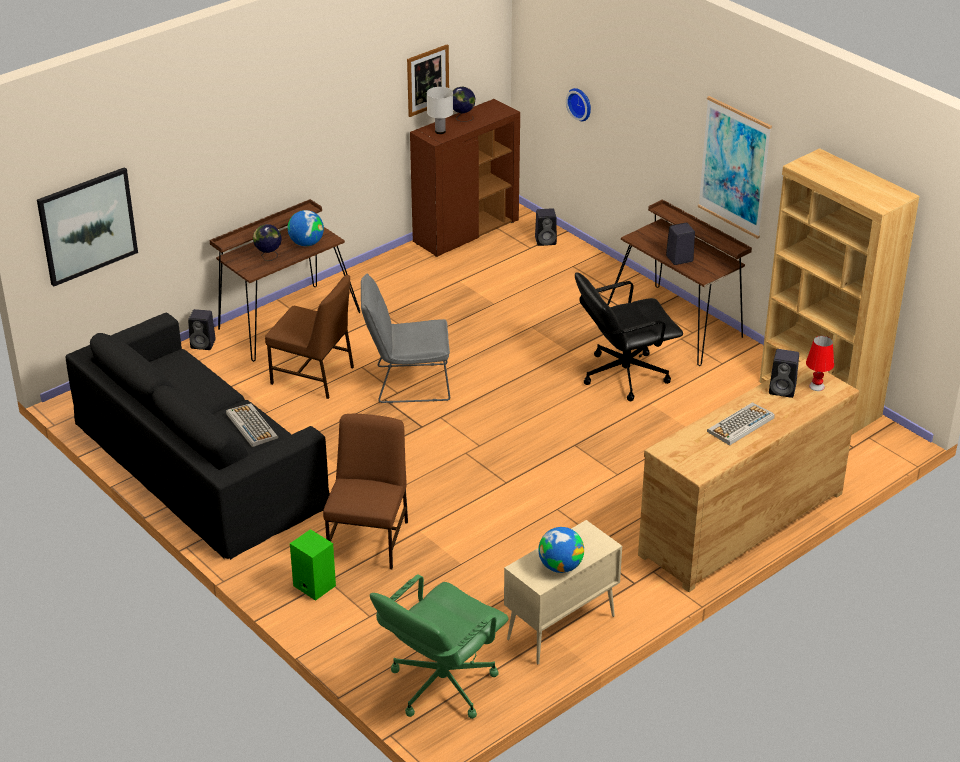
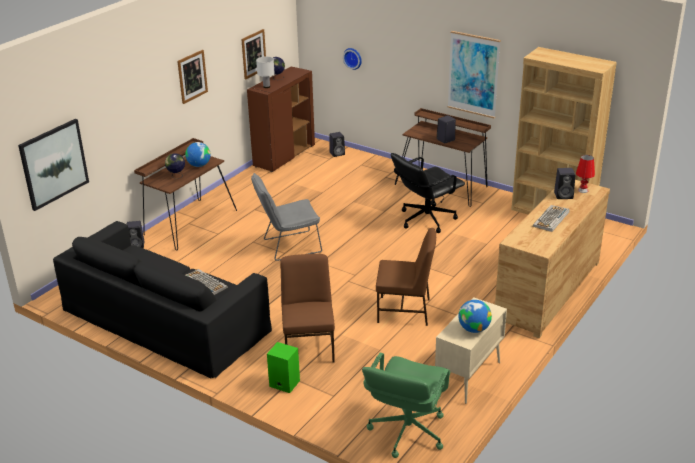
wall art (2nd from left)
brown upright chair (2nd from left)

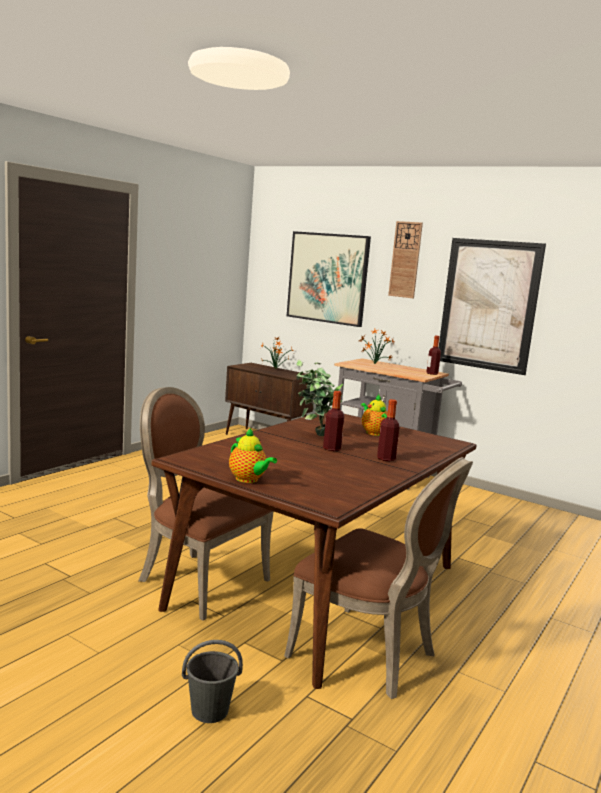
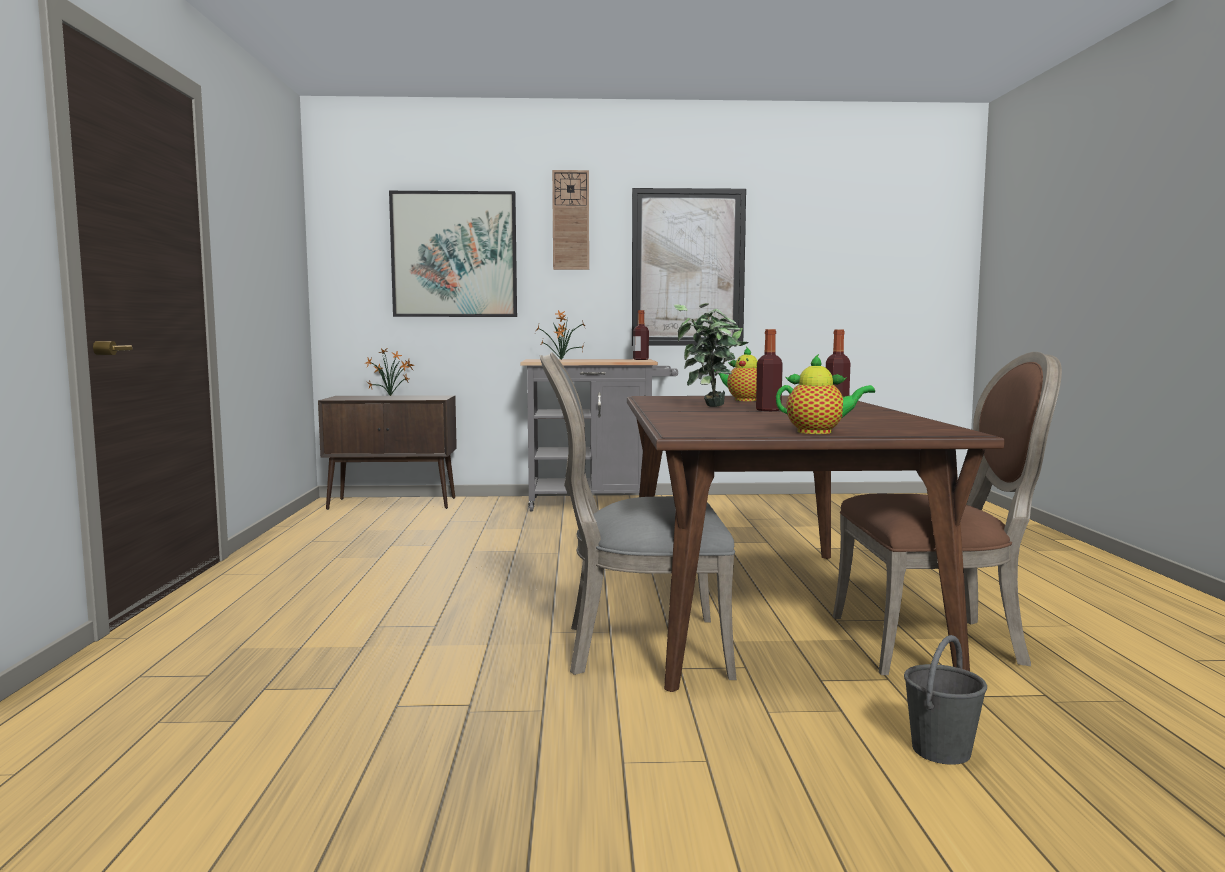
gray upright chair

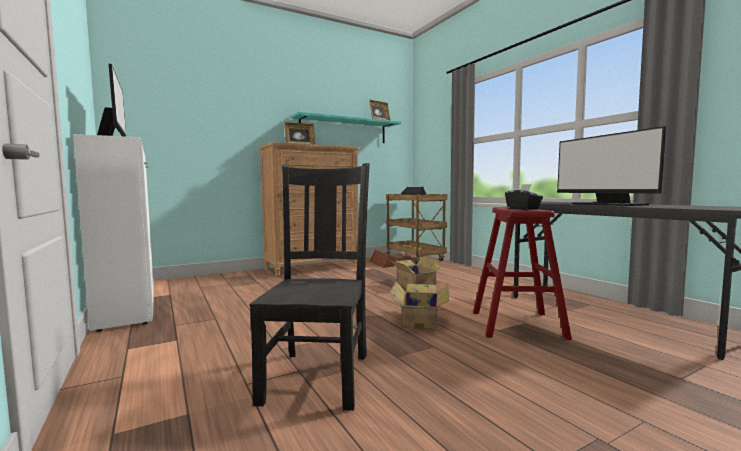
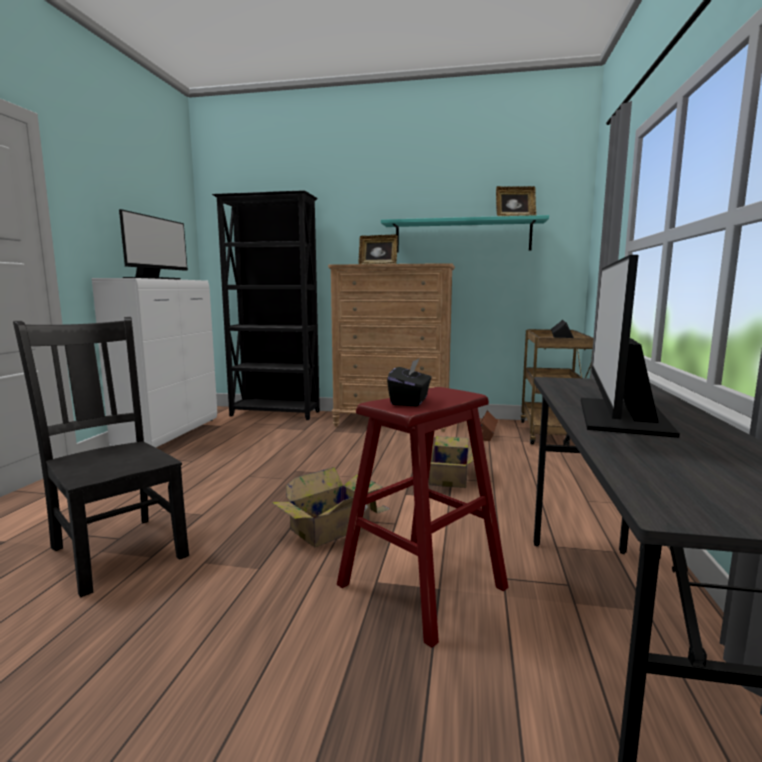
black-coloured bookcase
black-coloured upright chair

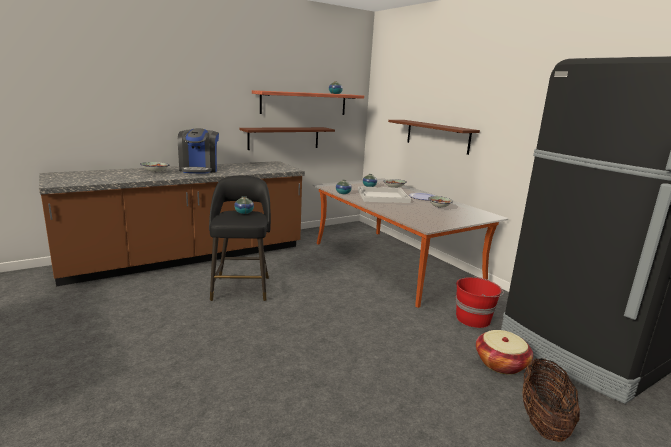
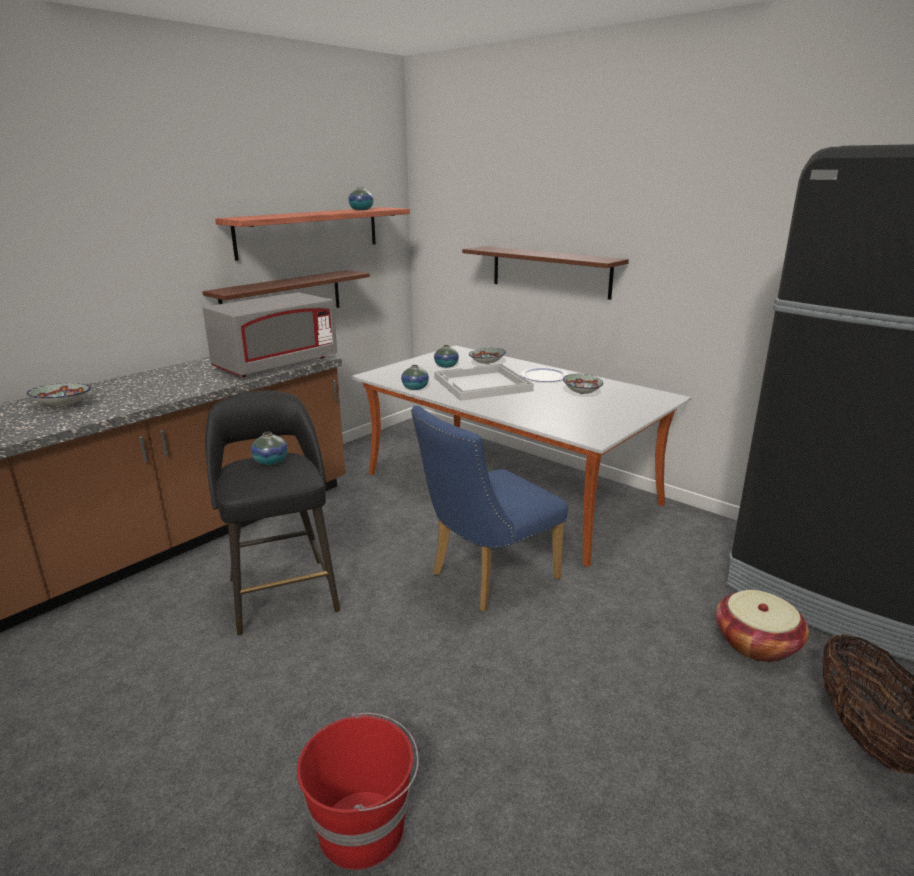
coffee machine
gray microwave
blue-coloured upright chair
red-coloured pail

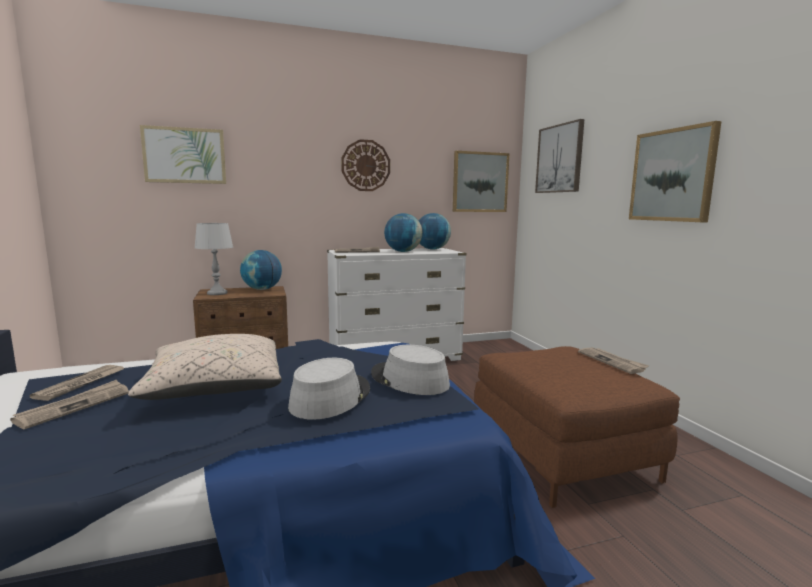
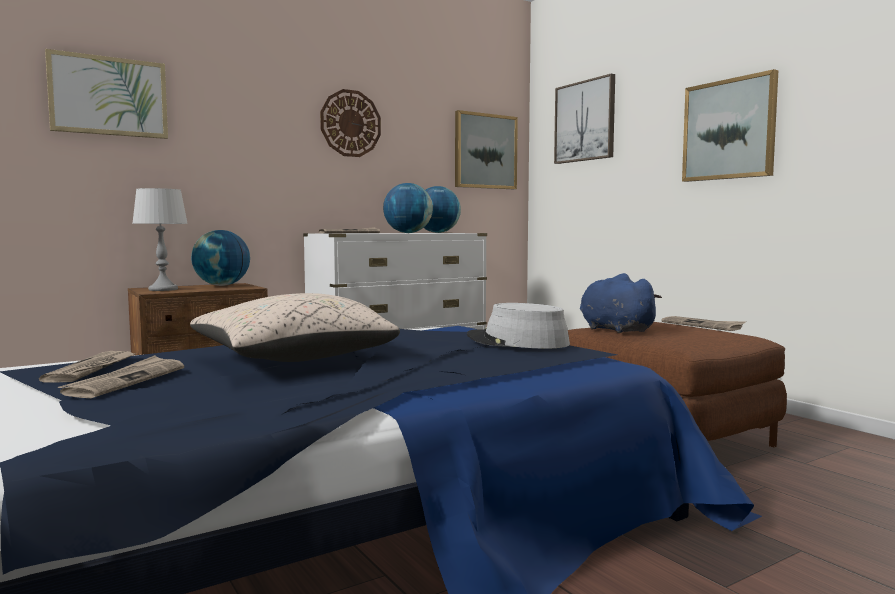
gray clothing hat (1st from left in the first image)
blue-coloured plush toy

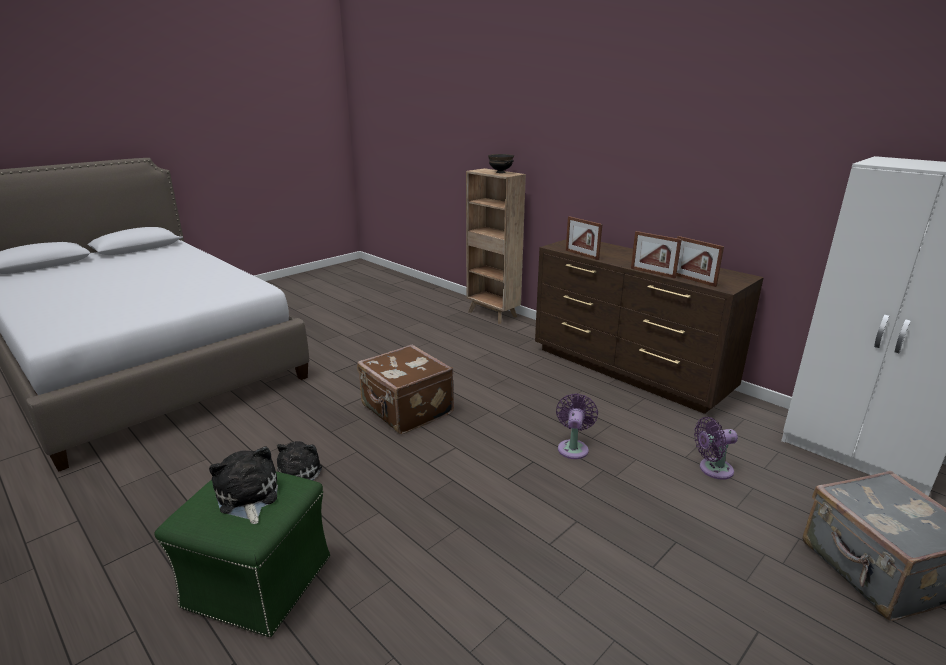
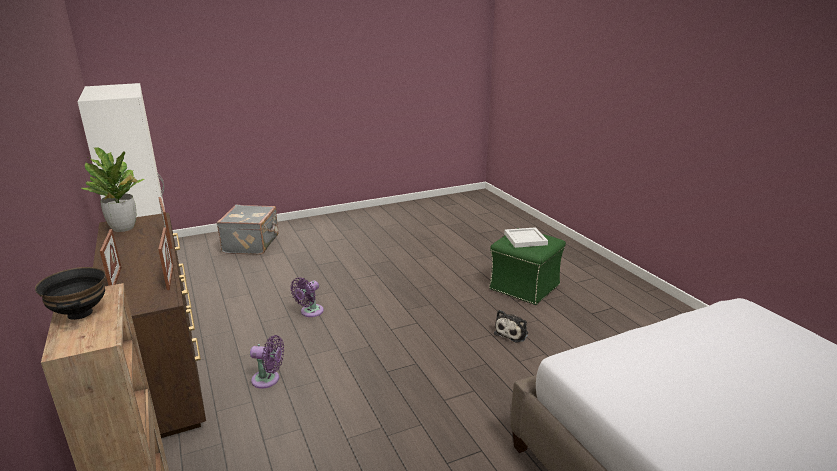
brown suitcase
plant in a pot
standing frame (1st from left)
purplish fan (1st from left)
white-coloured carrying tray

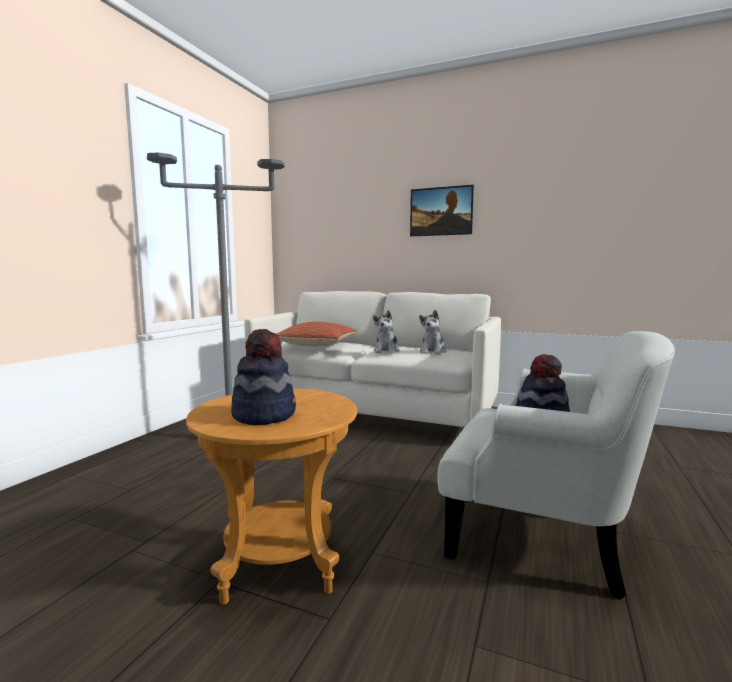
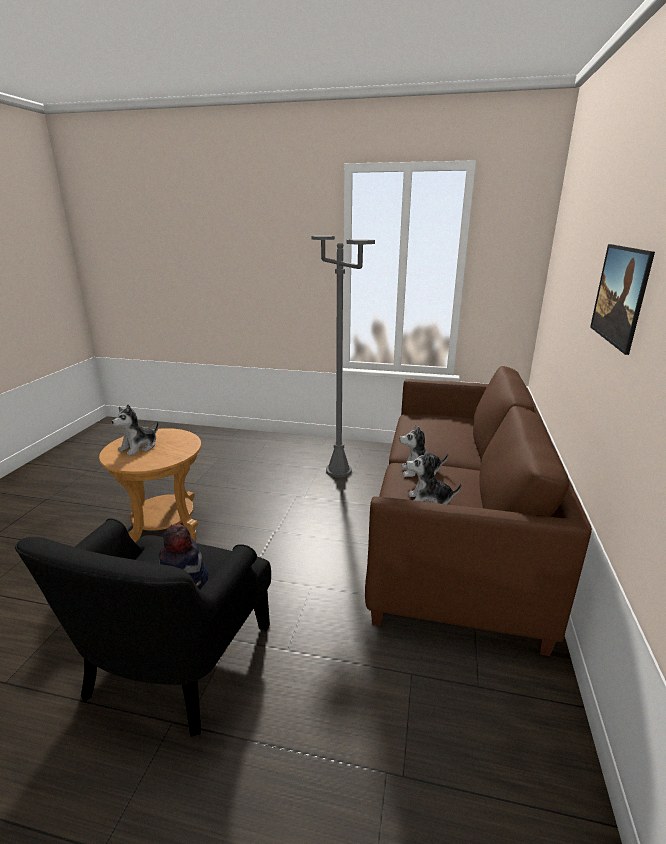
throw pillow
plush toy (1st from left)
brown settee
black-coloured lounge chair

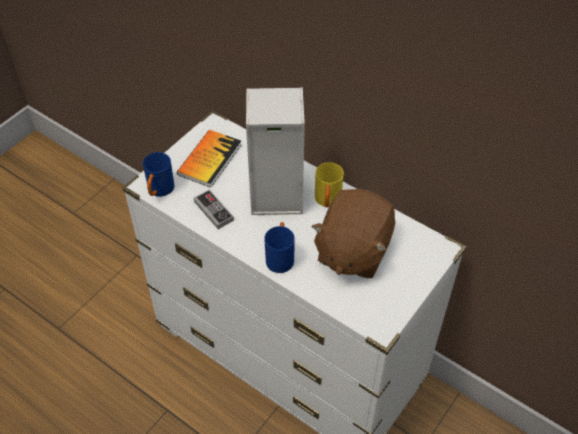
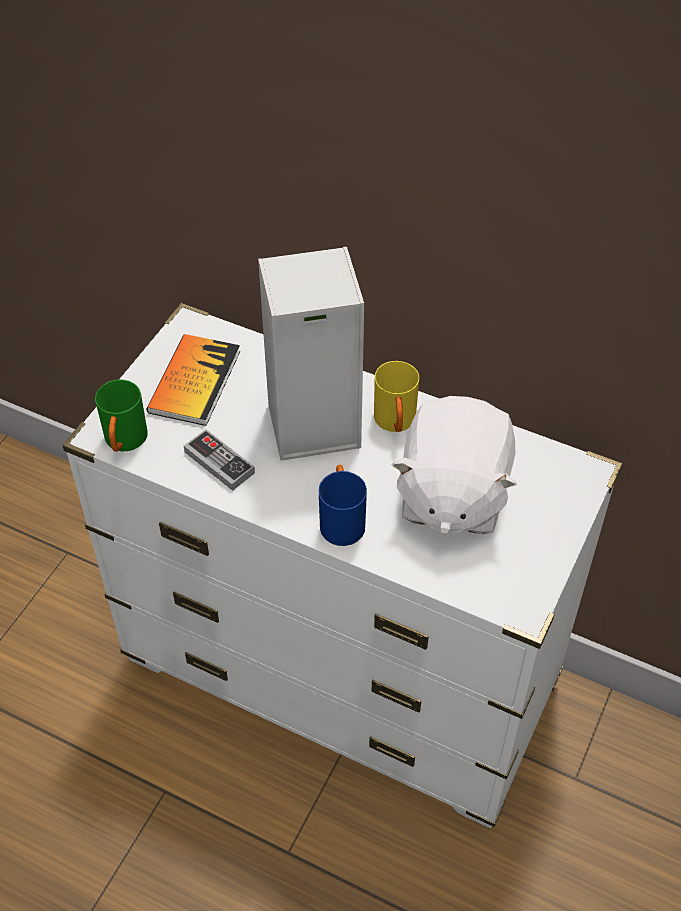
green tea mug
white-coloured plush toy

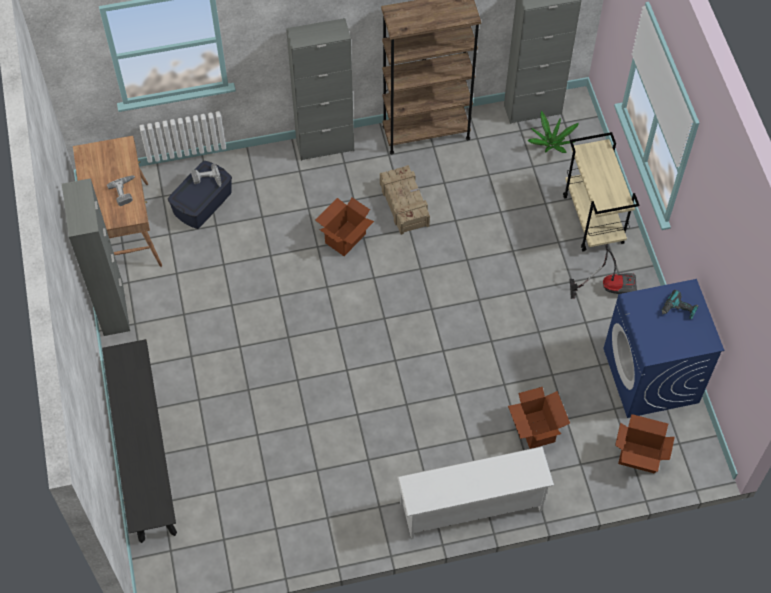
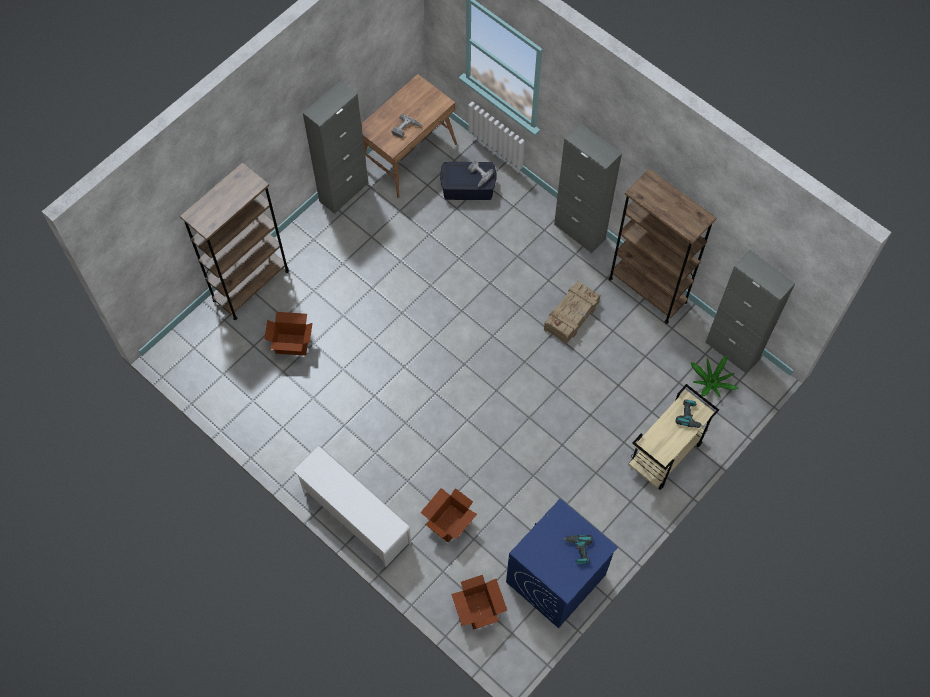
hoover
electric drill (4th from left)
carton (1st from left)
brown bookcase (1st from left)

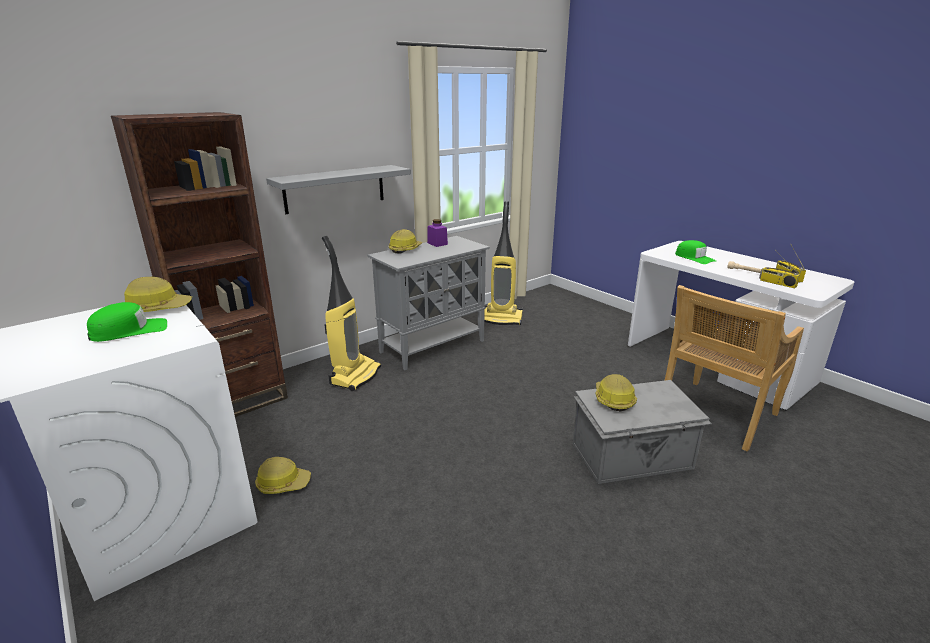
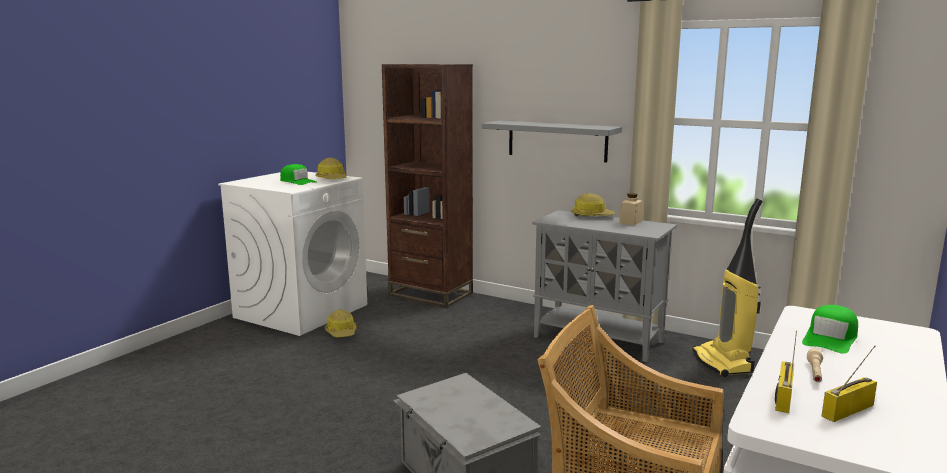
hoover (1st from left in the first image)
work helmet (4th from left in the first image)
beige-coloured storage jar

